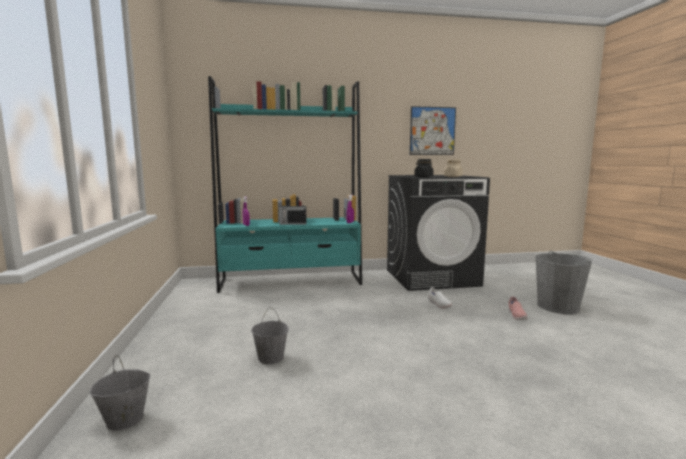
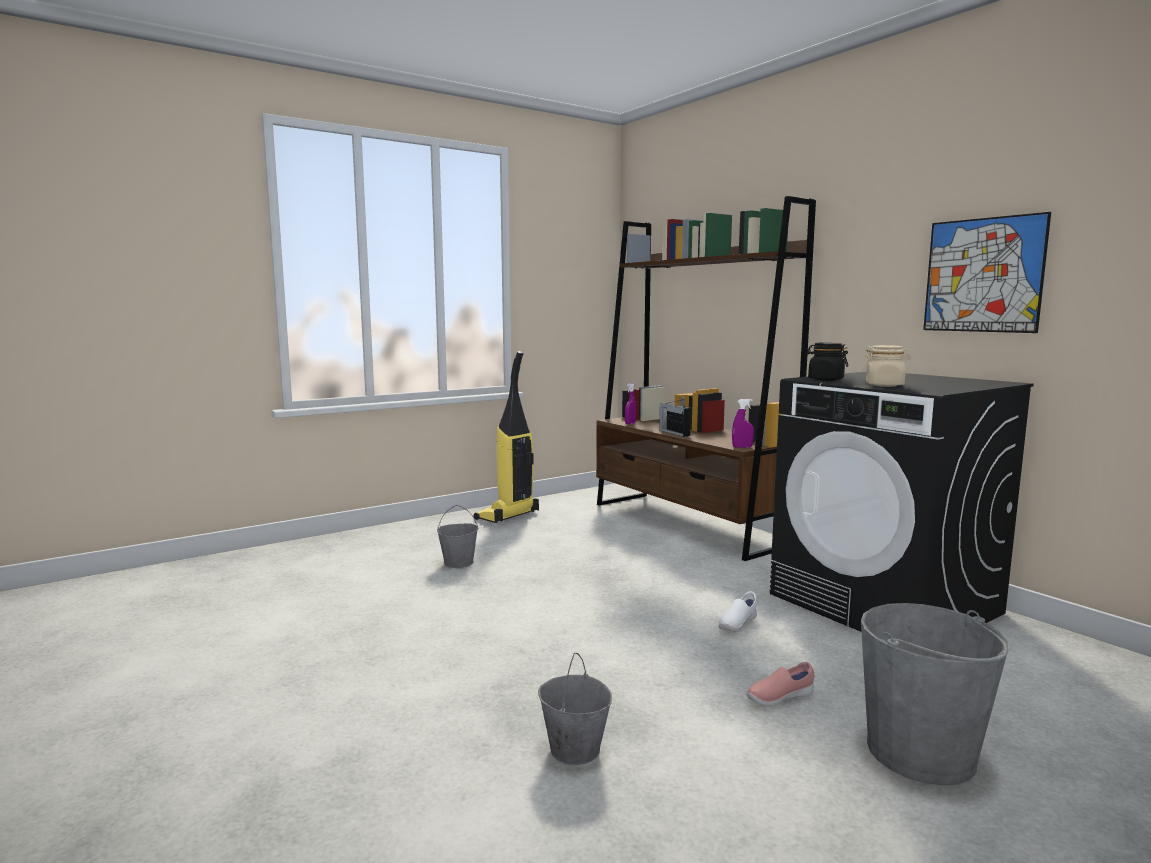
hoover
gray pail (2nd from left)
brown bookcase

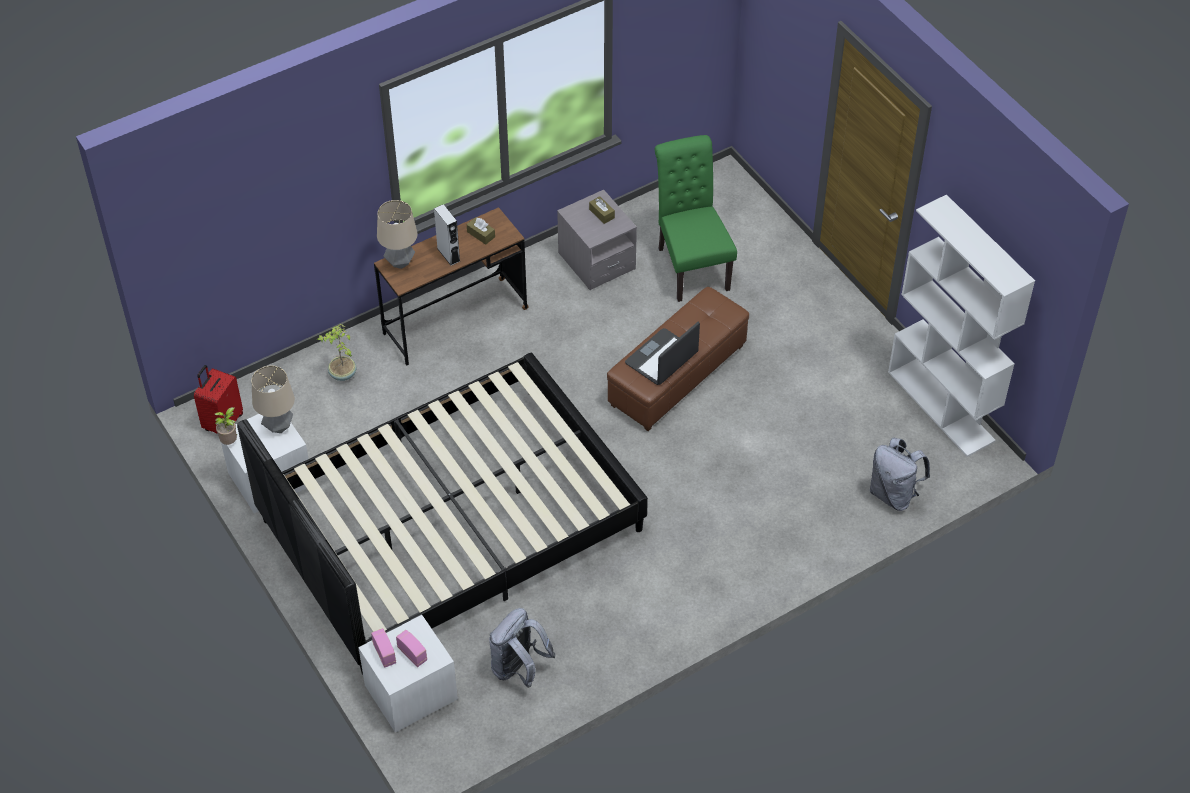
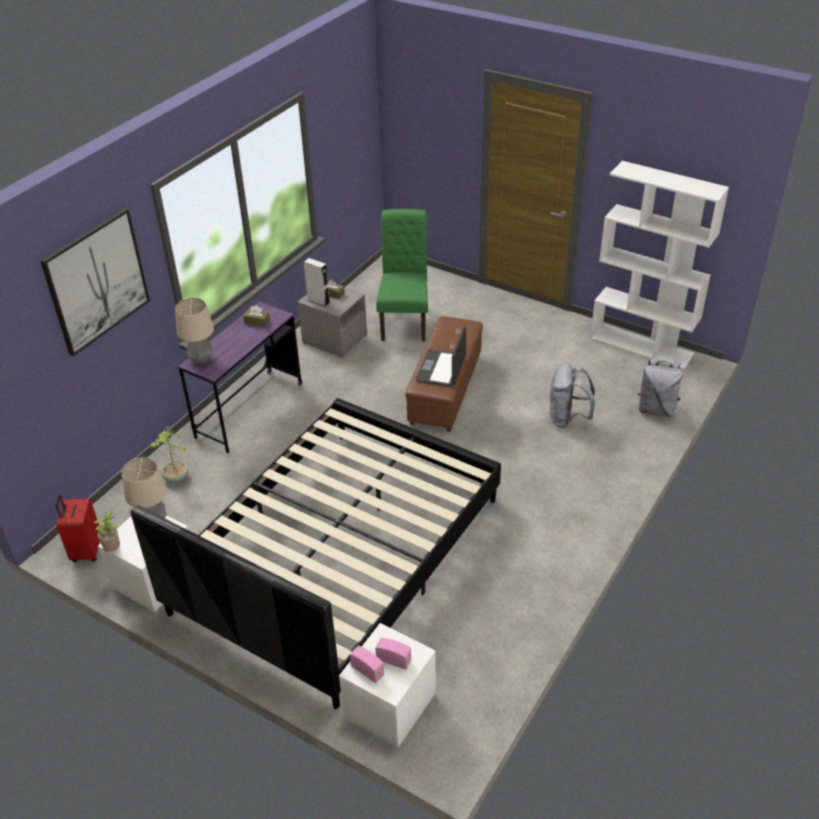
wall art
gray loudspeaker
gray rucksack (1st from left)
purplish desk table
green upright chair

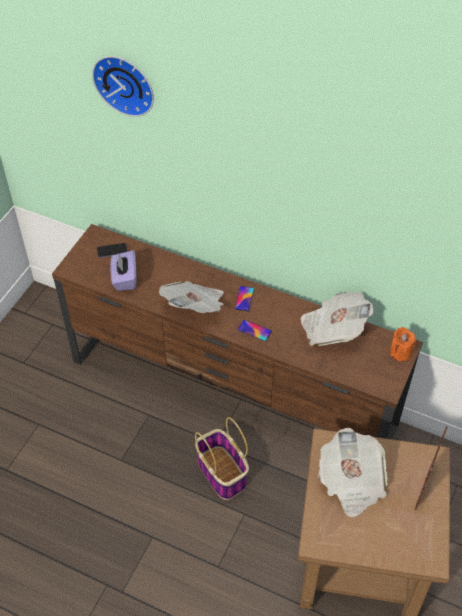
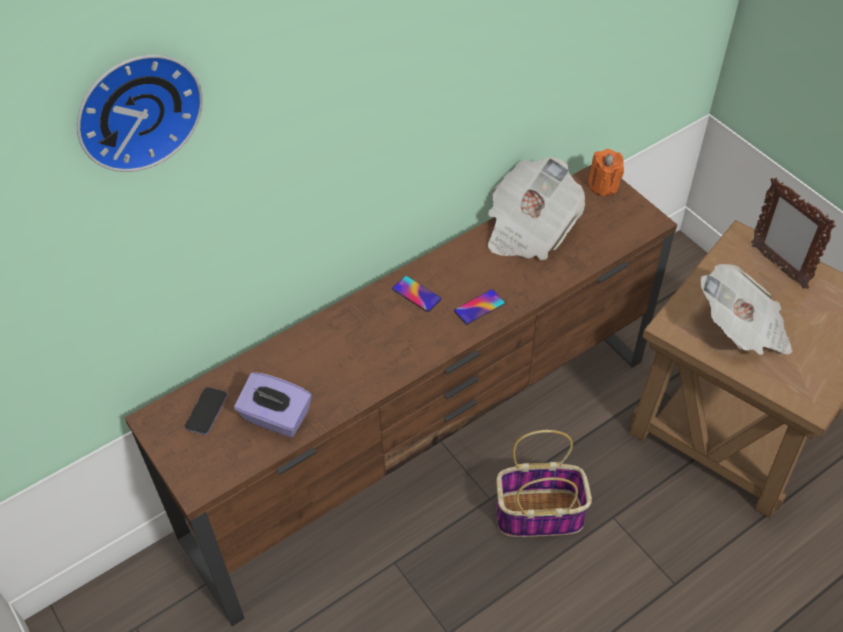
printed paper (1st from left in the first image)

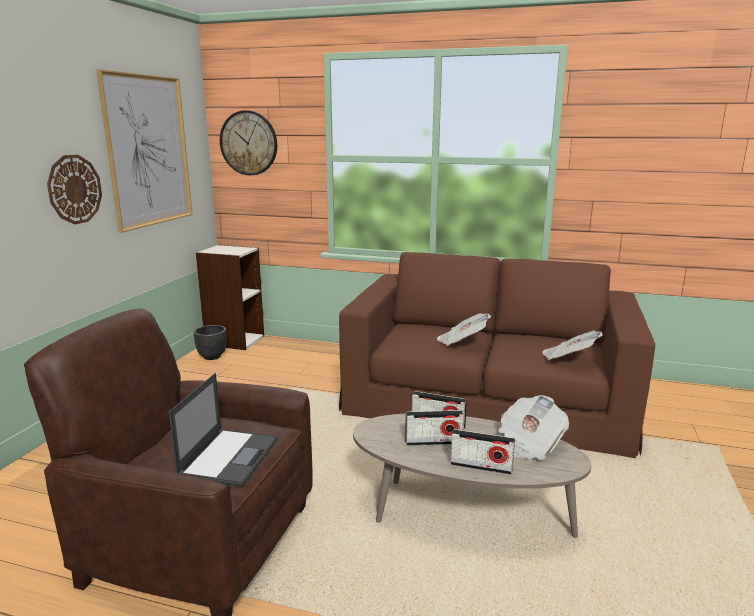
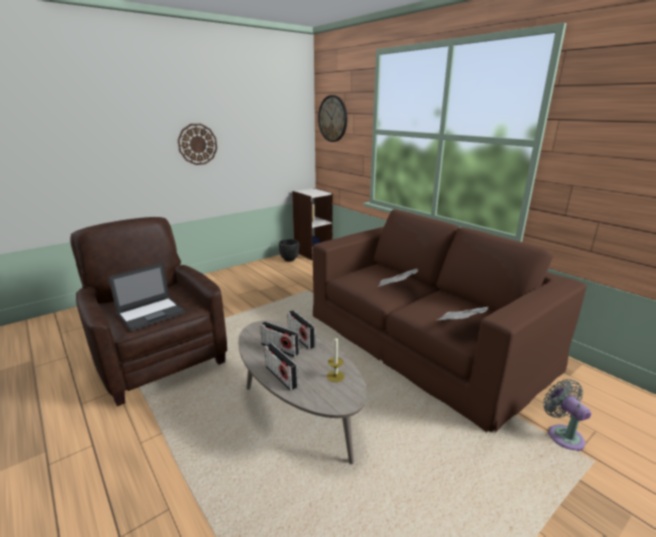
wall art
gray fan
wax candle

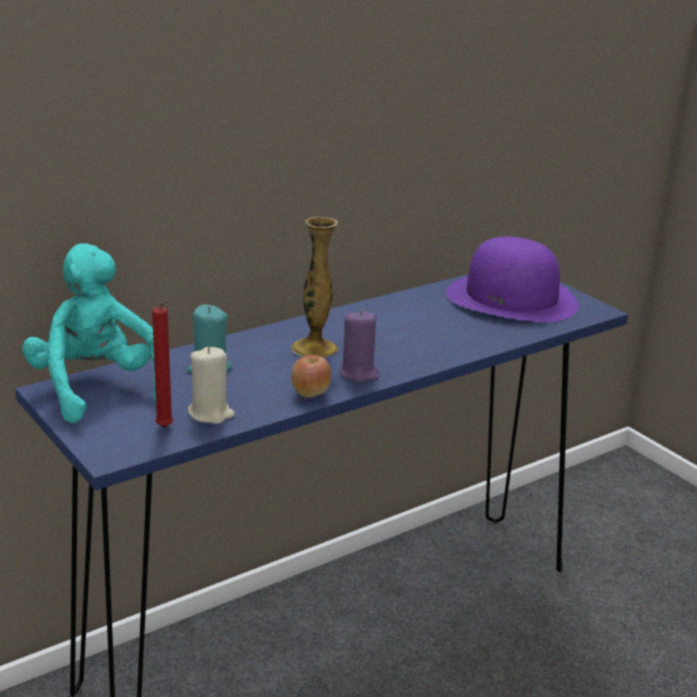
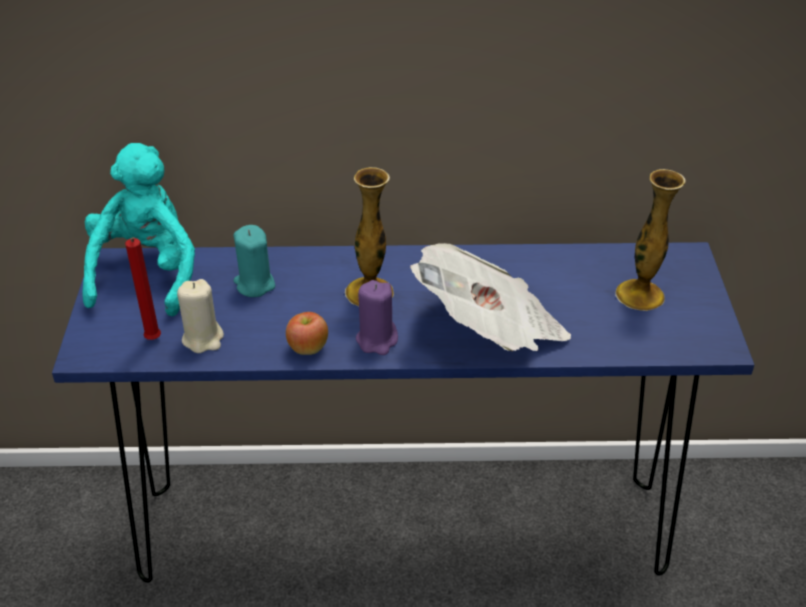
printed paper
flower vase (2nd from left)

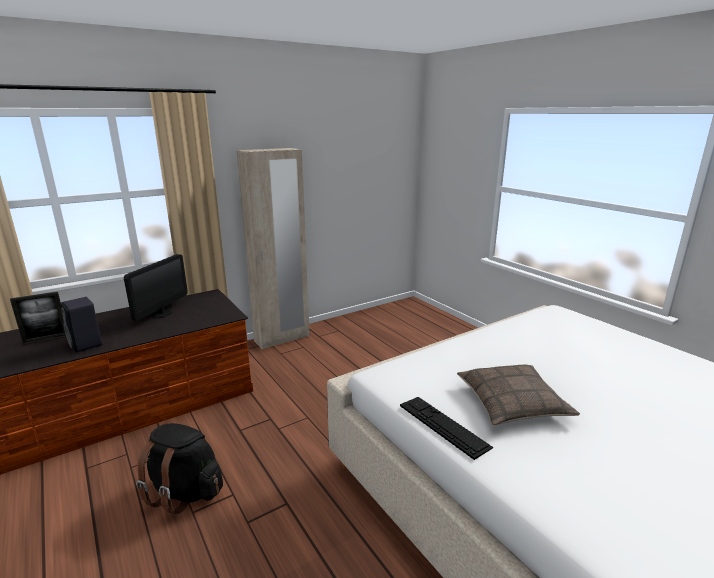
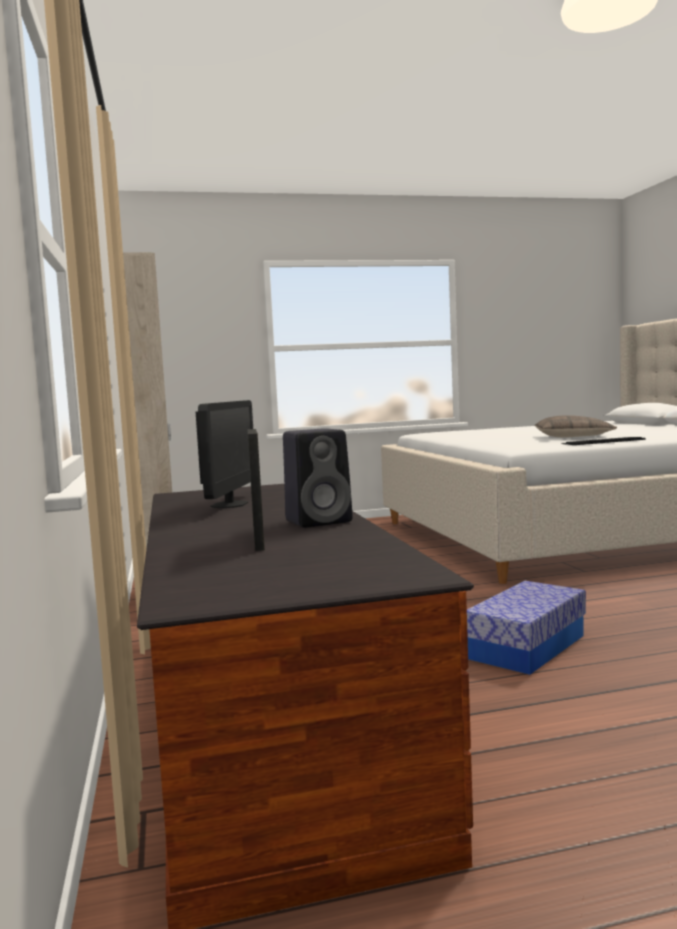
storage container
computer screen

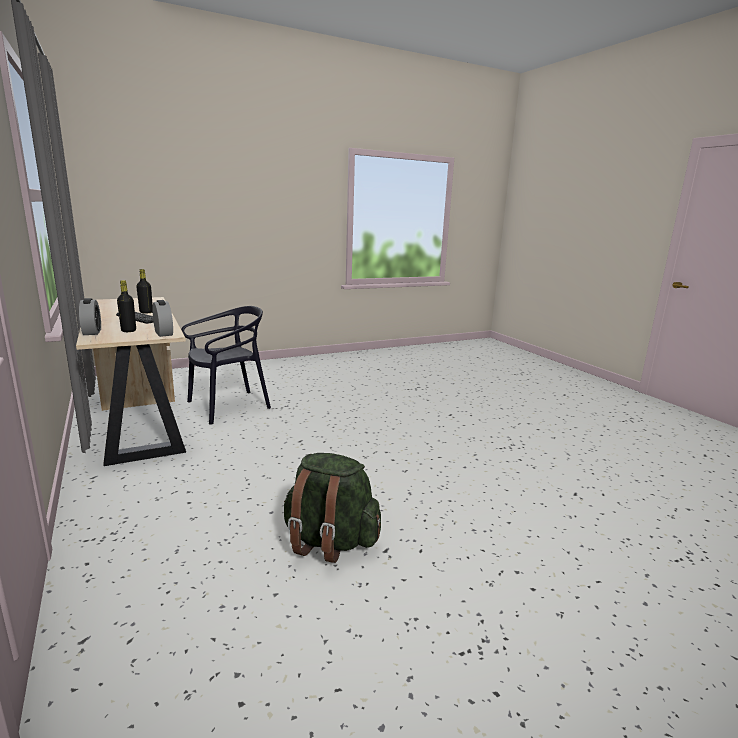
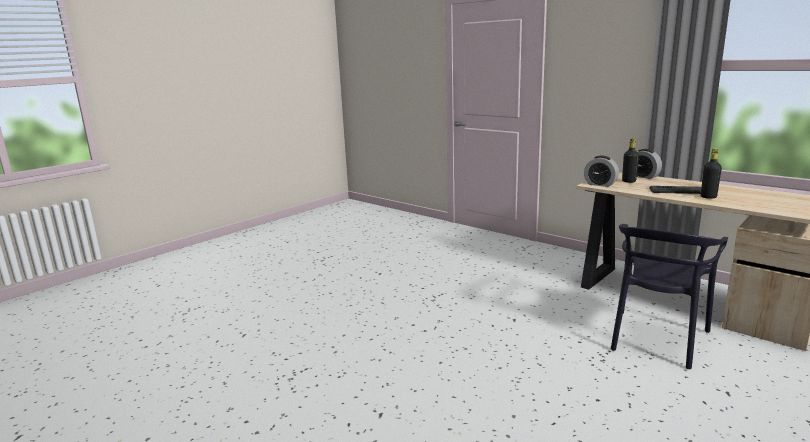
green rucksack

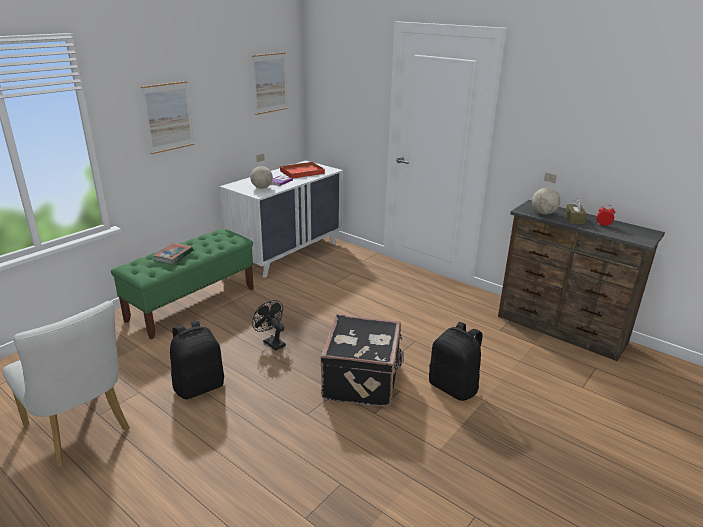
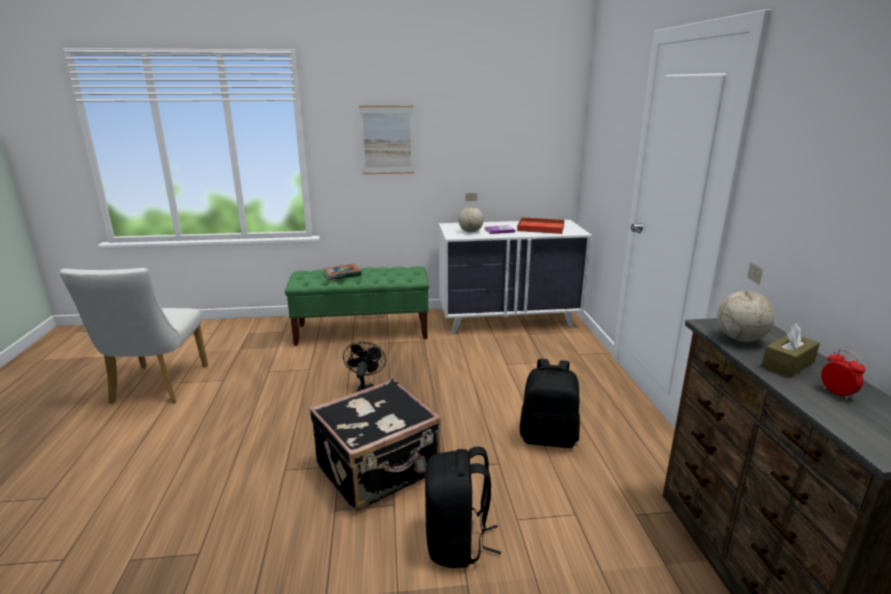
wall art (2nd from left in the first image)
black-coloured rucksack (2nd from left)

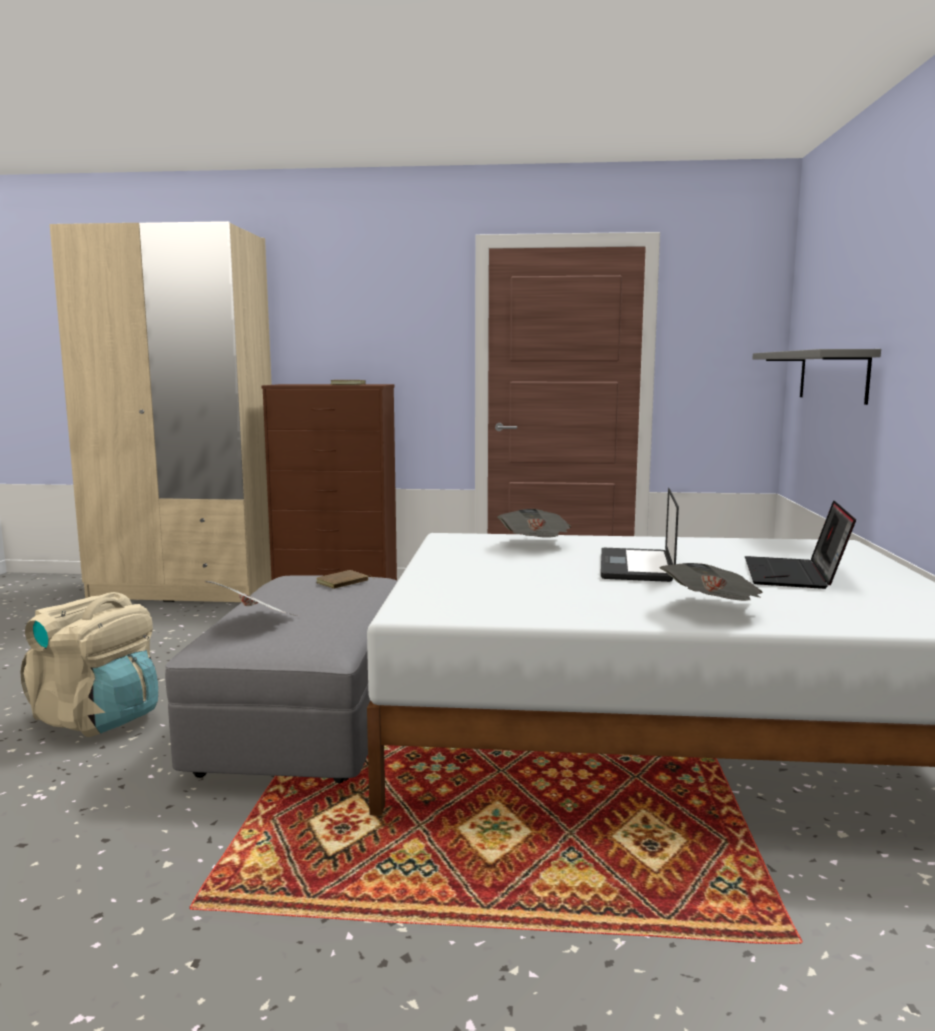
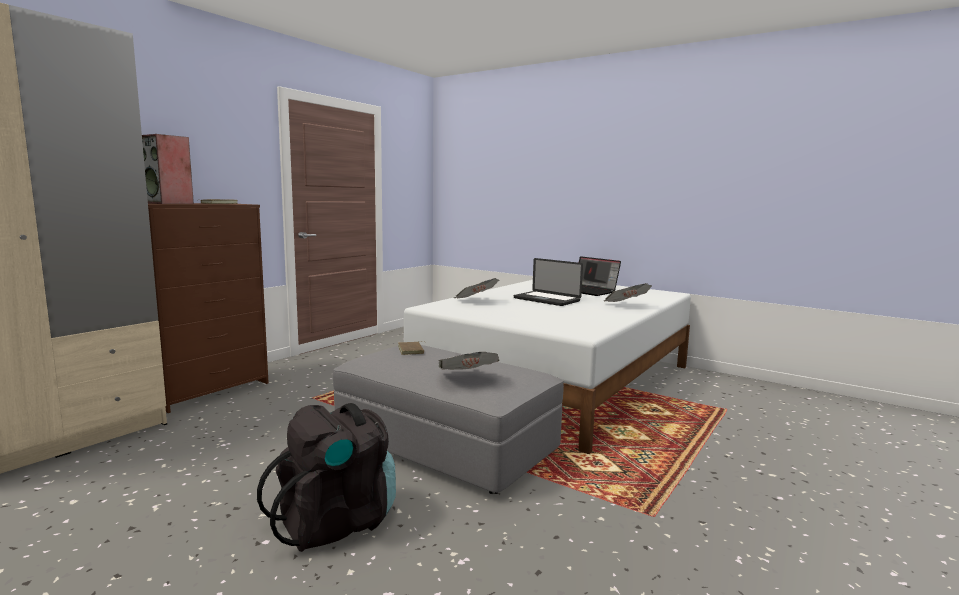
gray wall shelf
loudspeaker
black-coloured rucksack

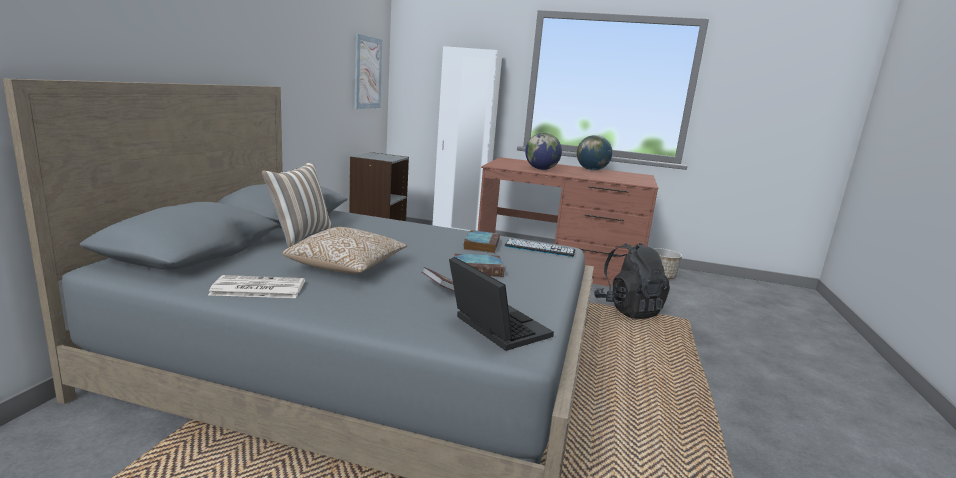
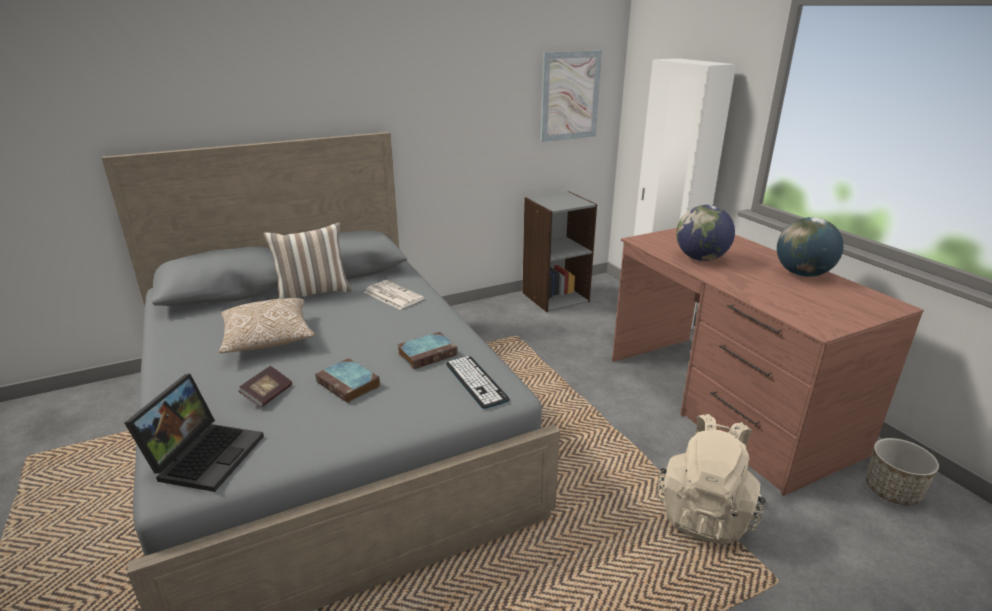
printed paper
beige-coloured rucksack

